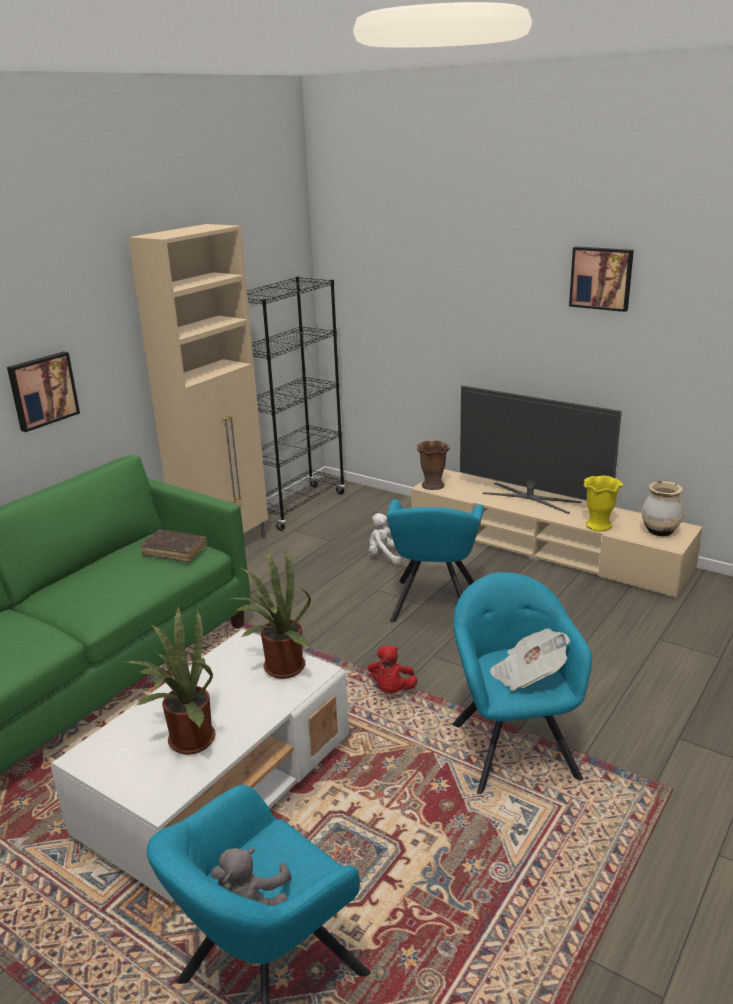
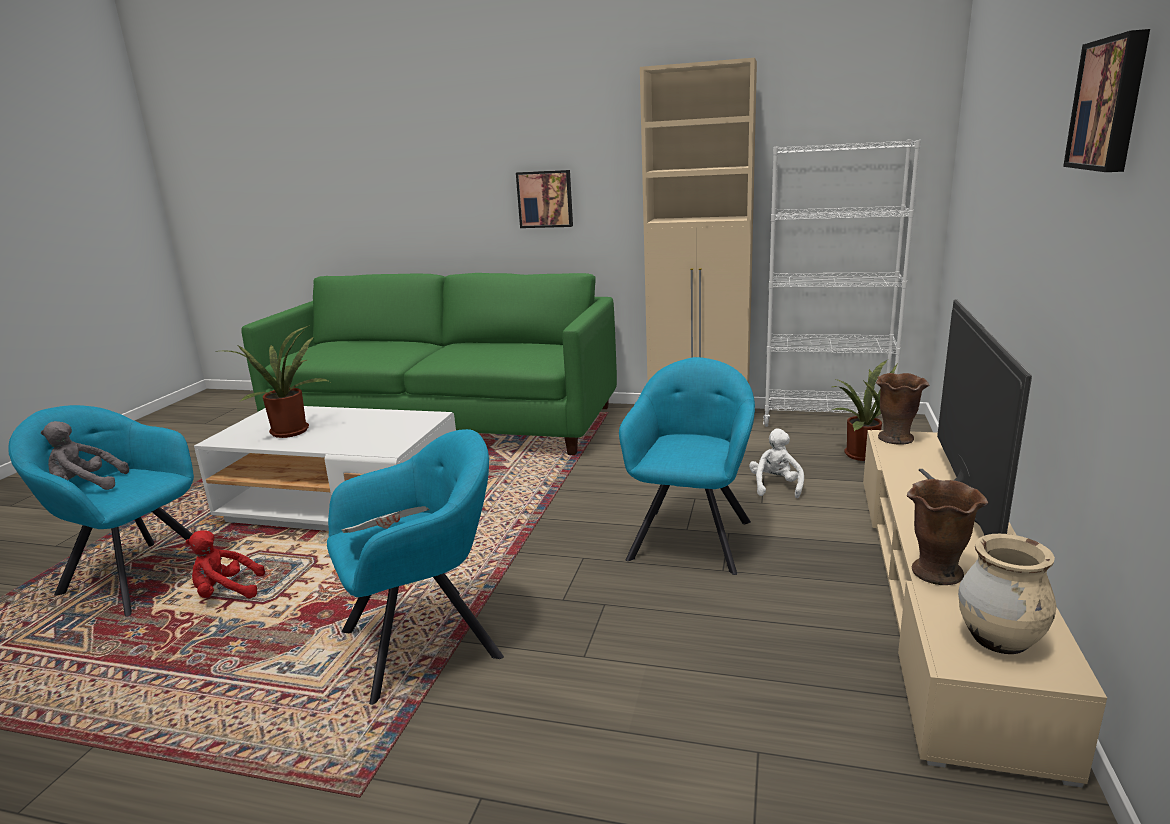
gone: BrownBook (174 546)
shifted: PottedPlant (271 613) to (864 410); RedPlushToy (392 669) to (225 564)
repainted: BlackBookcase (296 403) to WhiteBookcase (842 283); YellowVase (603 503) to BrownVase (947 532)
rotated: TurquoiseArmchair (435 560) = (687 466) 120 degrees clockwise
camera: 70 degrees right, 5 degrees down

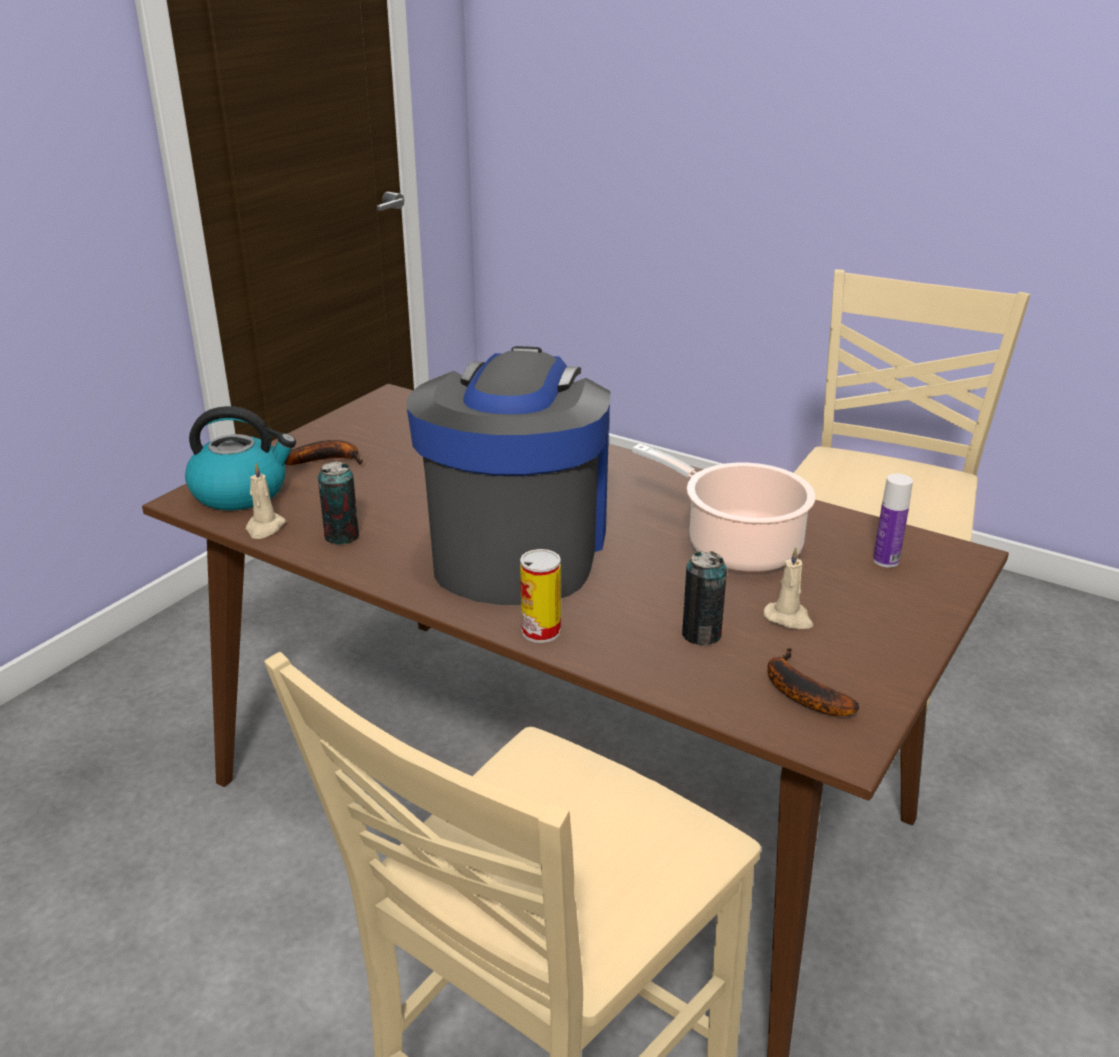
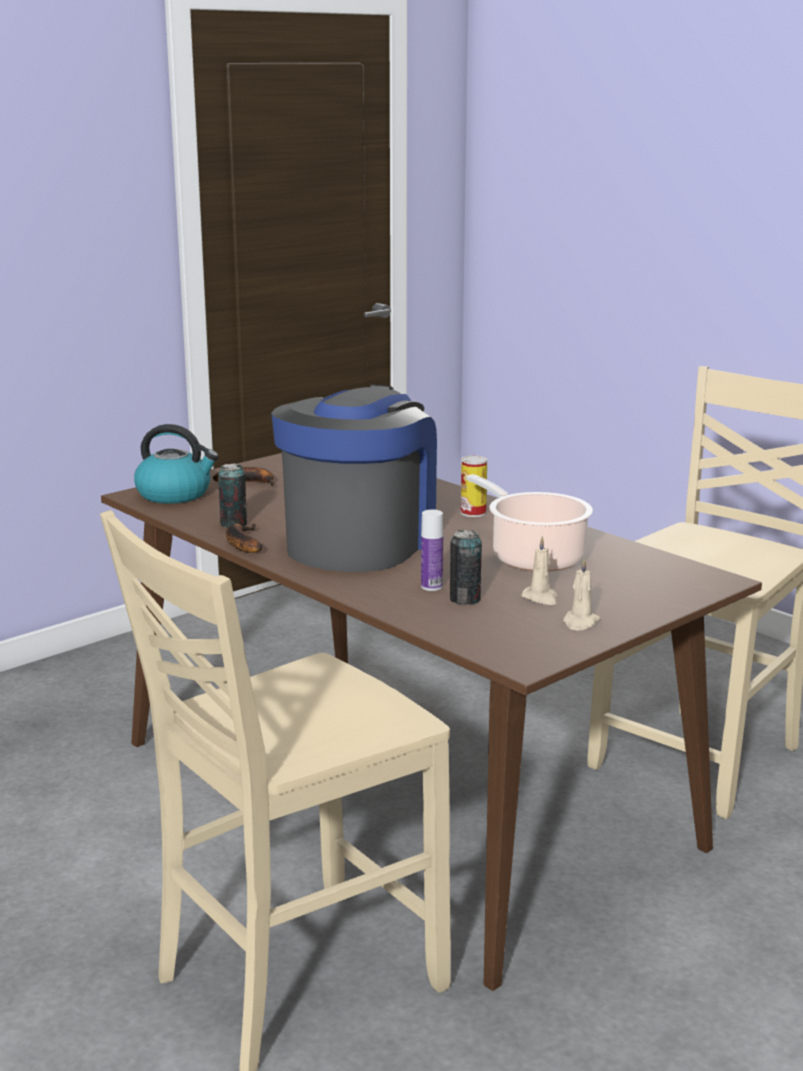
shifted: BeigeCandle (266 501) to (581 594); Can (540 596) to (474 486); Banana (813 682) to (244 538); Bottle (893 520) to (432 550)
camera: 15 degrees right, 10 degrees down

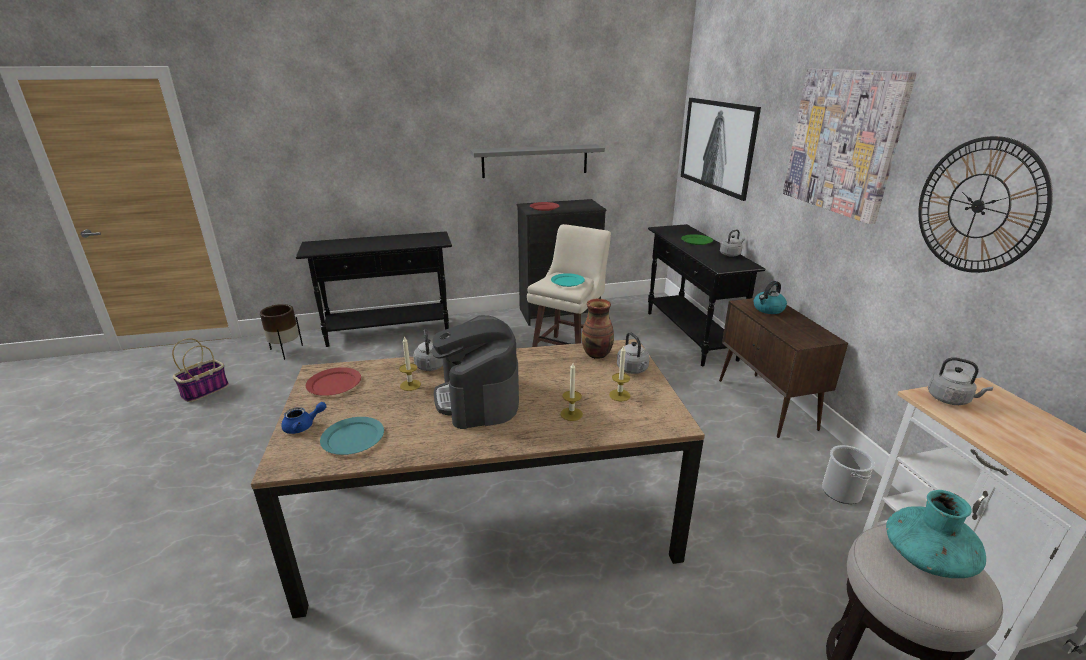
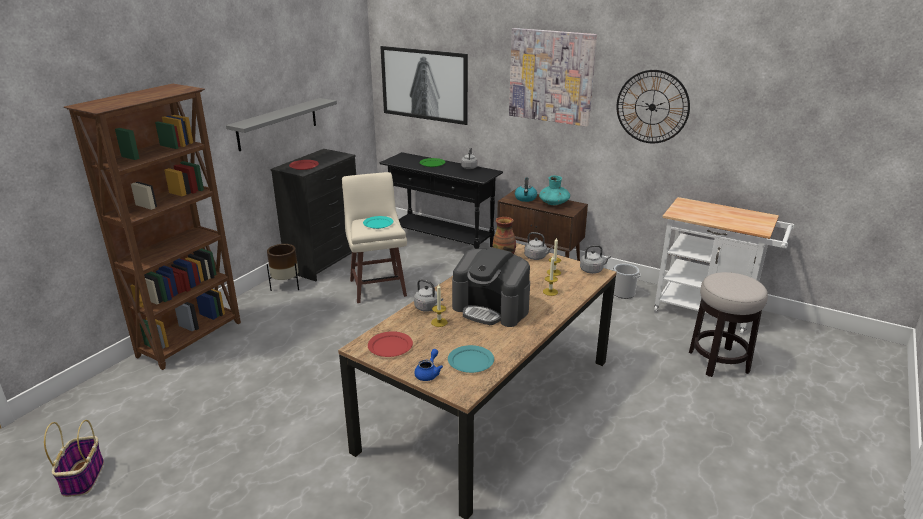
shifted: BrownPlanter (281 332) to (283 267); TurquoiseVase (936 534) to (554 190); GreyKettle (960 381) to (595 259)
swapped: BlackConsoleTable (374 289) to BrownBookcase (152 227)
camera: 45 degrees left, 0 degrees up

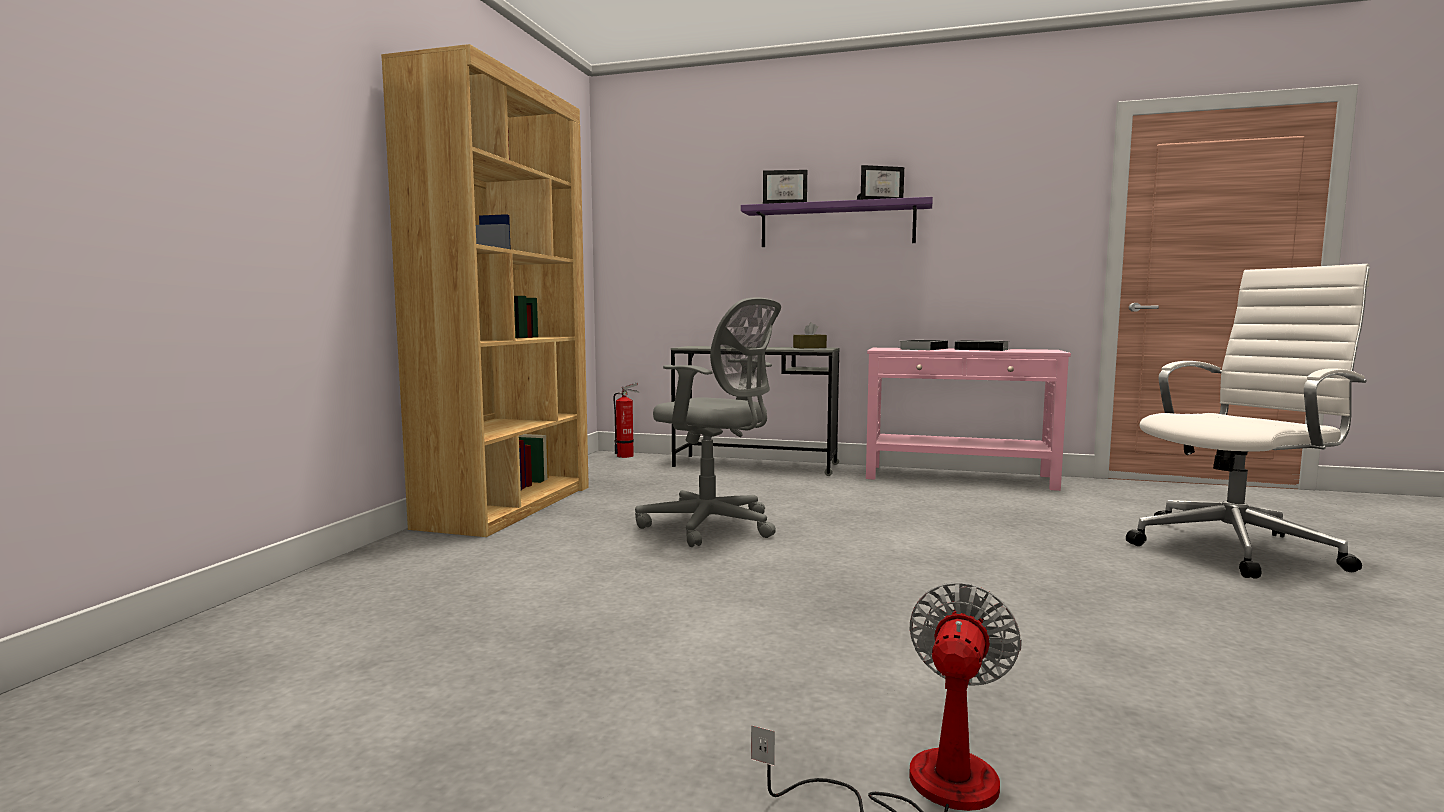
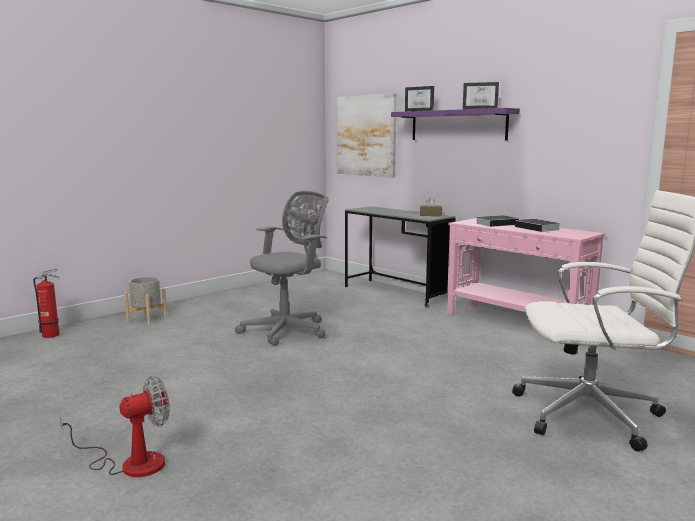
gone: BrownBookcase (485 290)
new: GreyPlanter (145 301); Picture (367 135)
shifted: FireExtinguisher (626 420) to (47 303)
rotated: GreyOfficeChair (708 422) = (282 268) 105 degrees counterclockwise
camera: 30 degrees right, 5 degrees up

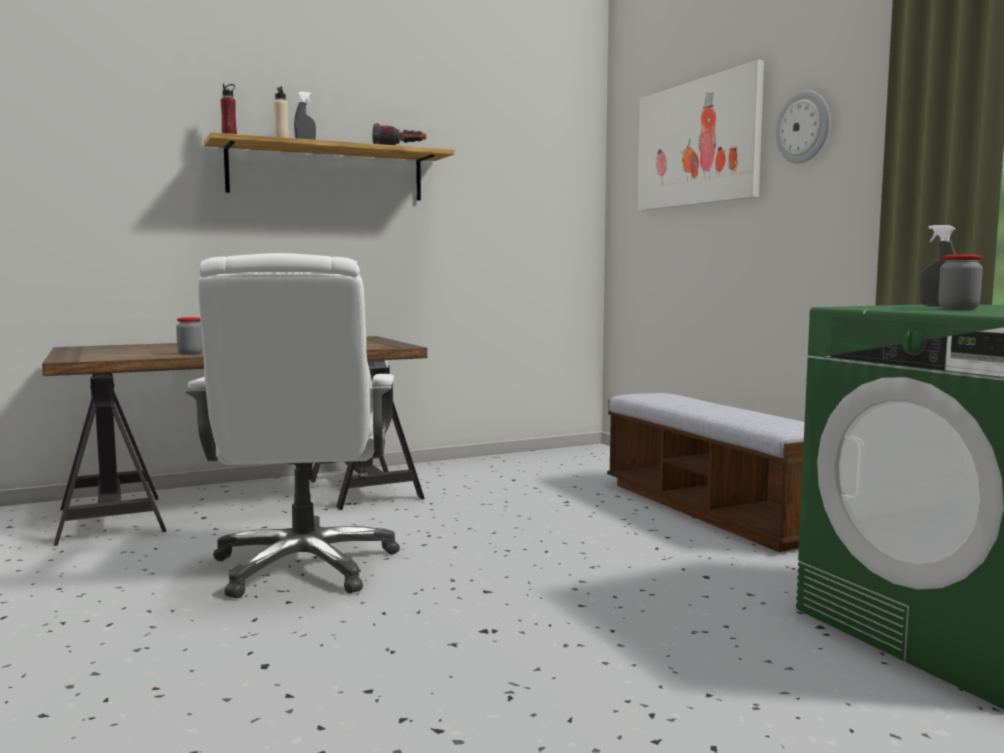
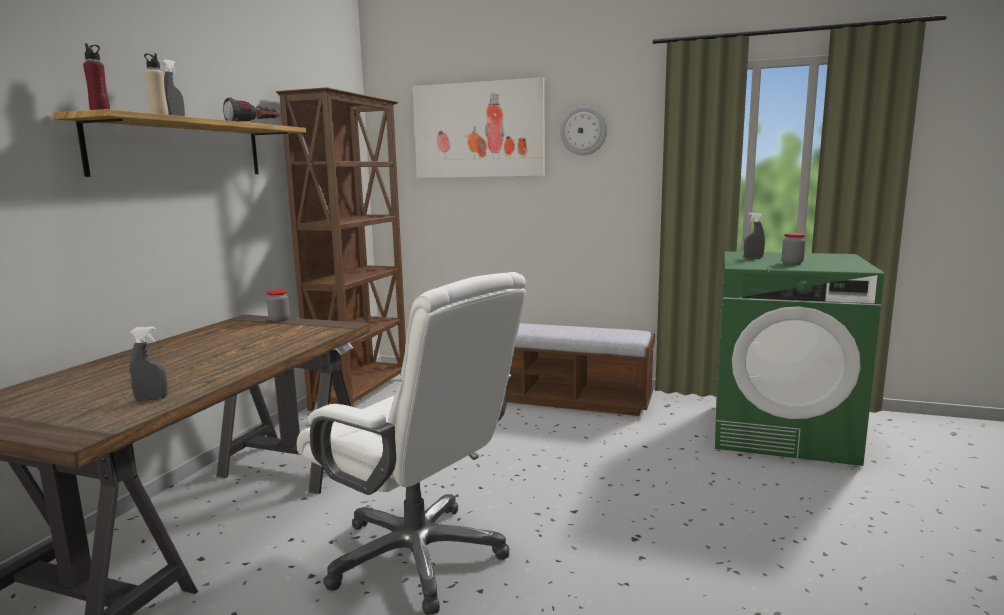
new: GreySprayBottle (148 363); BrownBookcase (341 249)
shifted: Jar (189 336) to (278 306)
camera: 45 degrees left, 5 degrees up

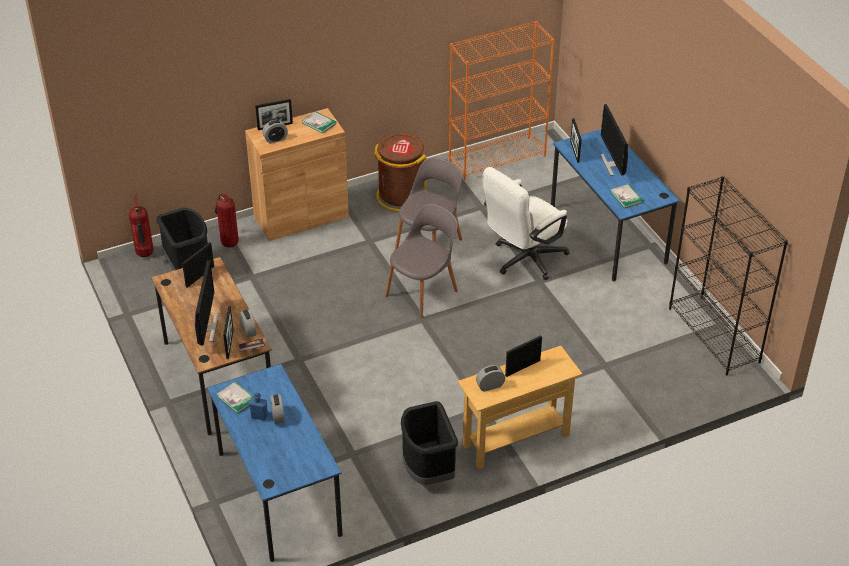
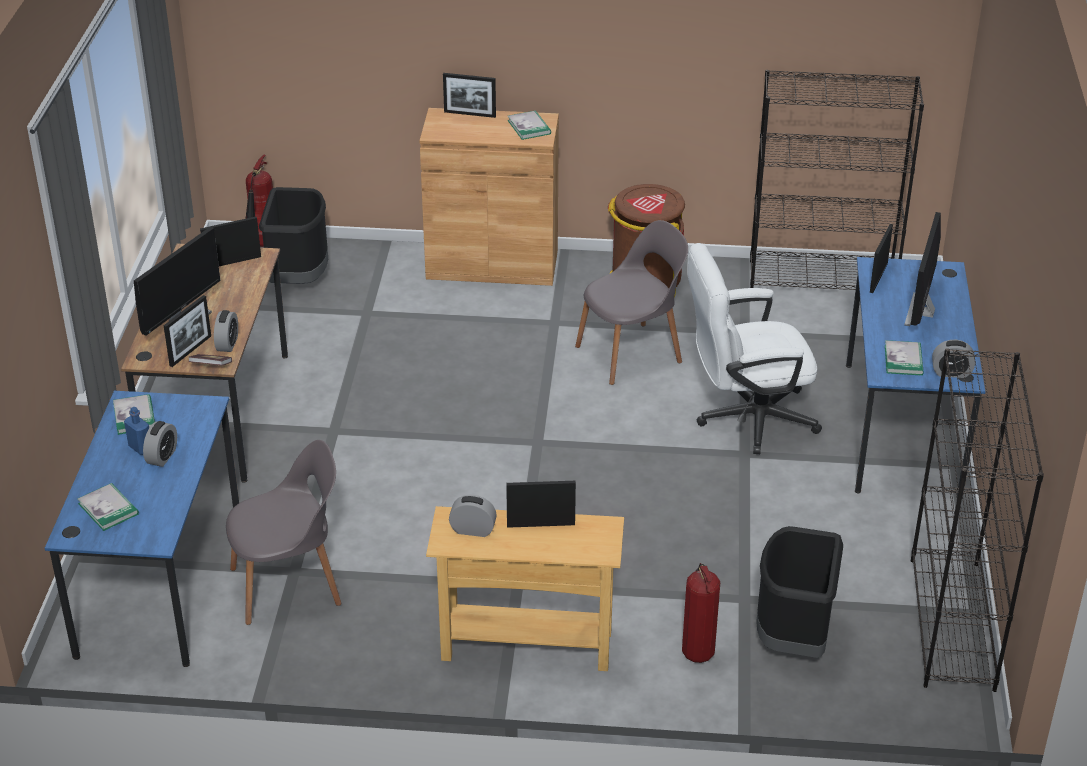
new: Book (108 507)
shifted: FireExtinguisher (227 220) to (701 613); AlarmClock (275 132) to (953 359); GreyChair (421 261) to (283 532); BlackTrashCan (429 443) to (799 592)
repainted: OrangeBookcase (501 100) to BlackBookcase (837 180)
camera: 30 degrees right, 5 degrees down

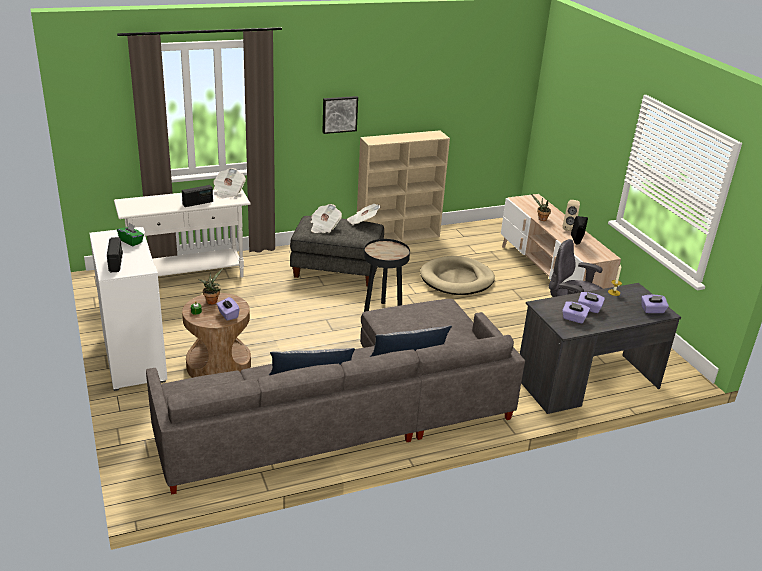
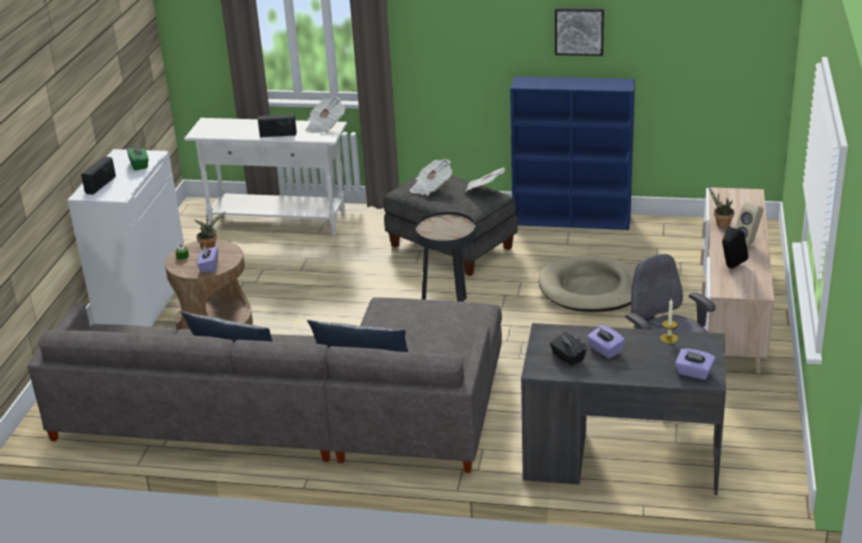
shifted: Picture (340 115) to (579 32)
repainted: BeigeBookcase (403 186) to BlueBookcase (572 153); PurpleTissueBox (576 312) to BlackTissueBox (568 349)
camera: 35 degrees right, 0 degrees up

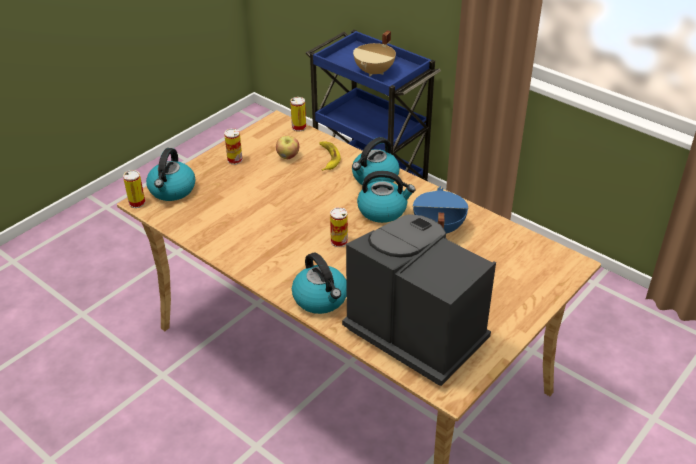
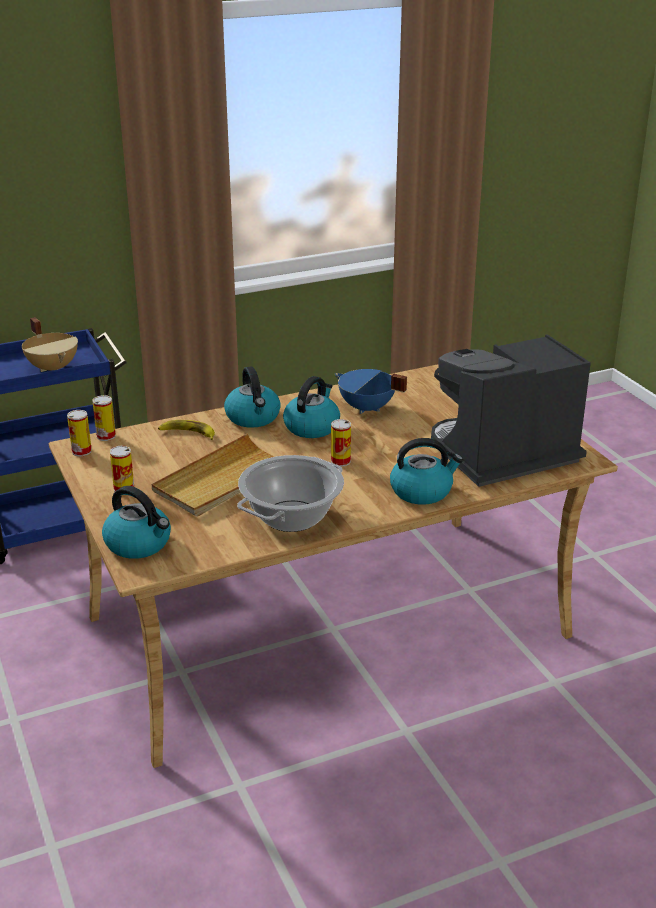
gone: Apple (287 147)
new: BeigeTray (213 475); CookingPot (290 493)
shifted: Can (134 189) to (79 433)
camera: 65 degrees left, 10 degrees down

